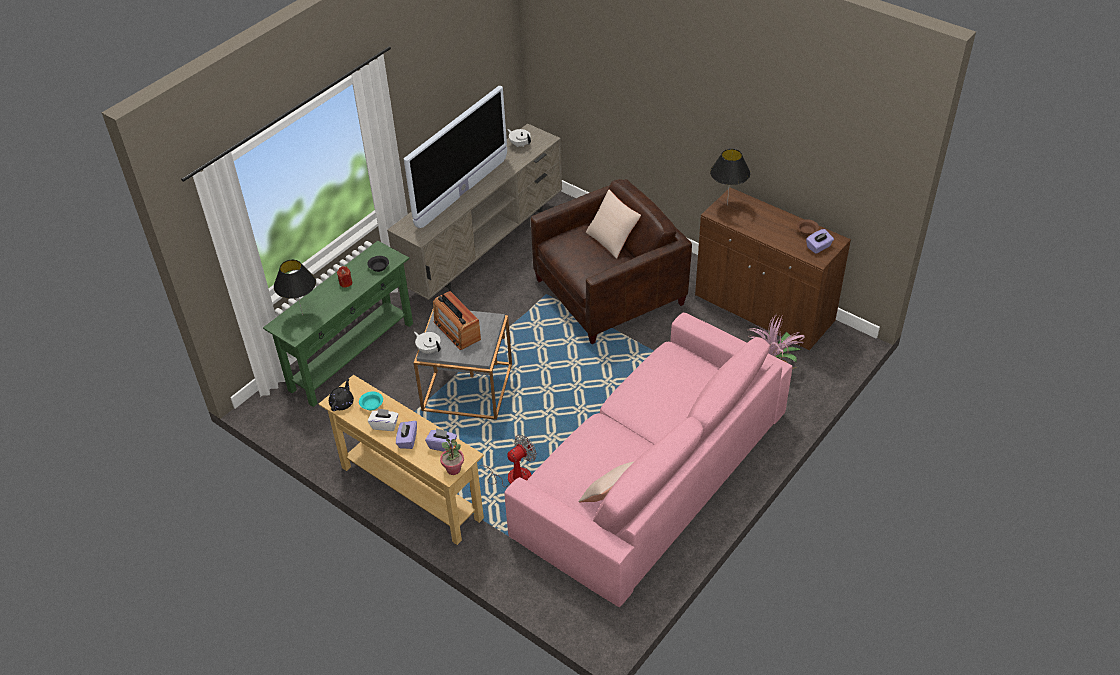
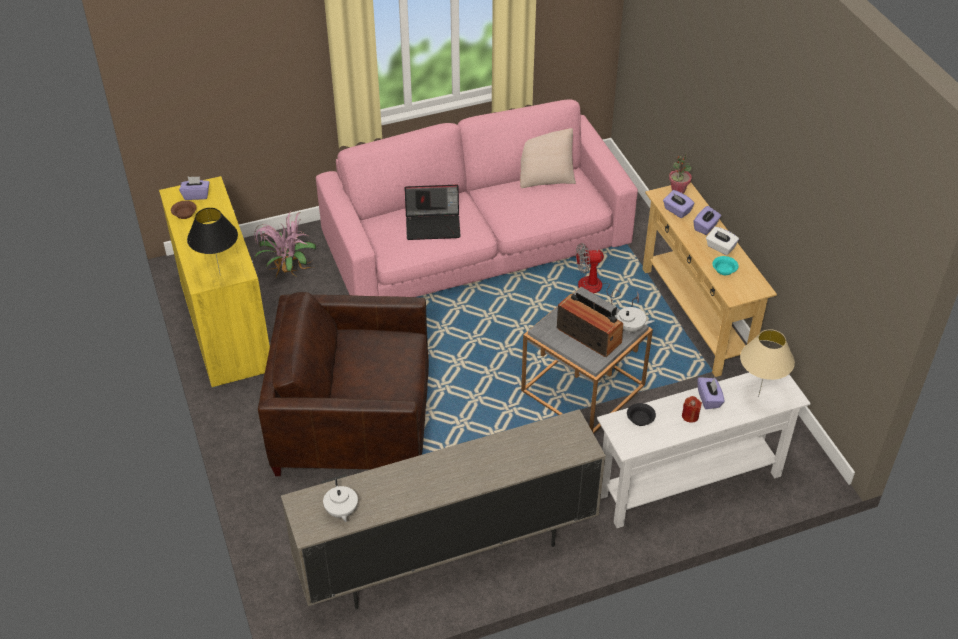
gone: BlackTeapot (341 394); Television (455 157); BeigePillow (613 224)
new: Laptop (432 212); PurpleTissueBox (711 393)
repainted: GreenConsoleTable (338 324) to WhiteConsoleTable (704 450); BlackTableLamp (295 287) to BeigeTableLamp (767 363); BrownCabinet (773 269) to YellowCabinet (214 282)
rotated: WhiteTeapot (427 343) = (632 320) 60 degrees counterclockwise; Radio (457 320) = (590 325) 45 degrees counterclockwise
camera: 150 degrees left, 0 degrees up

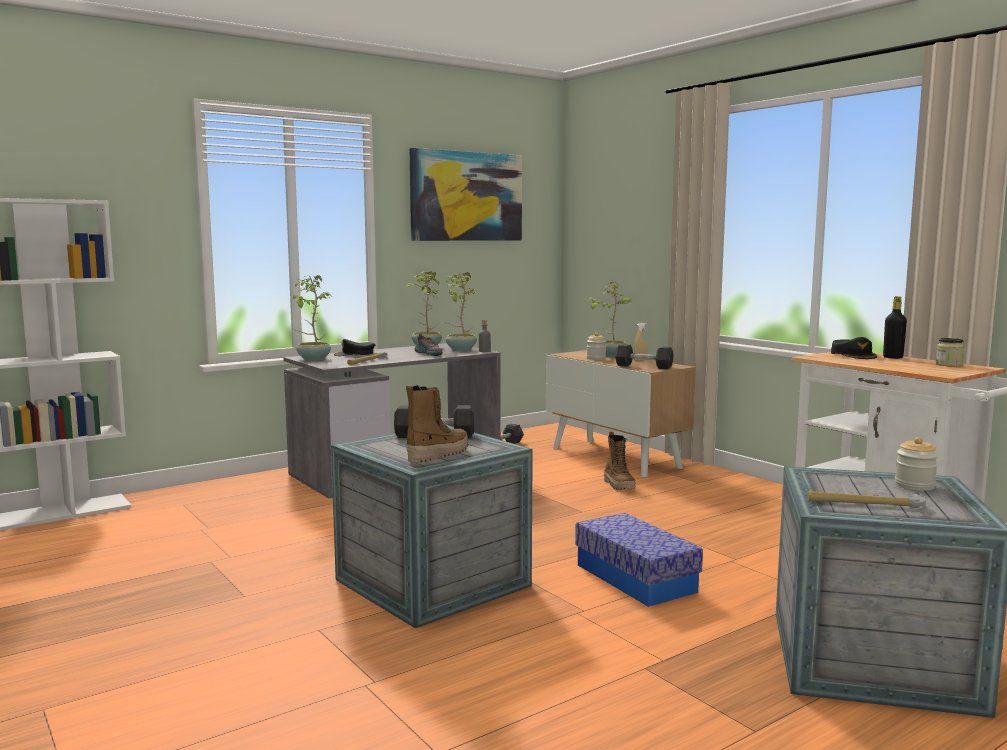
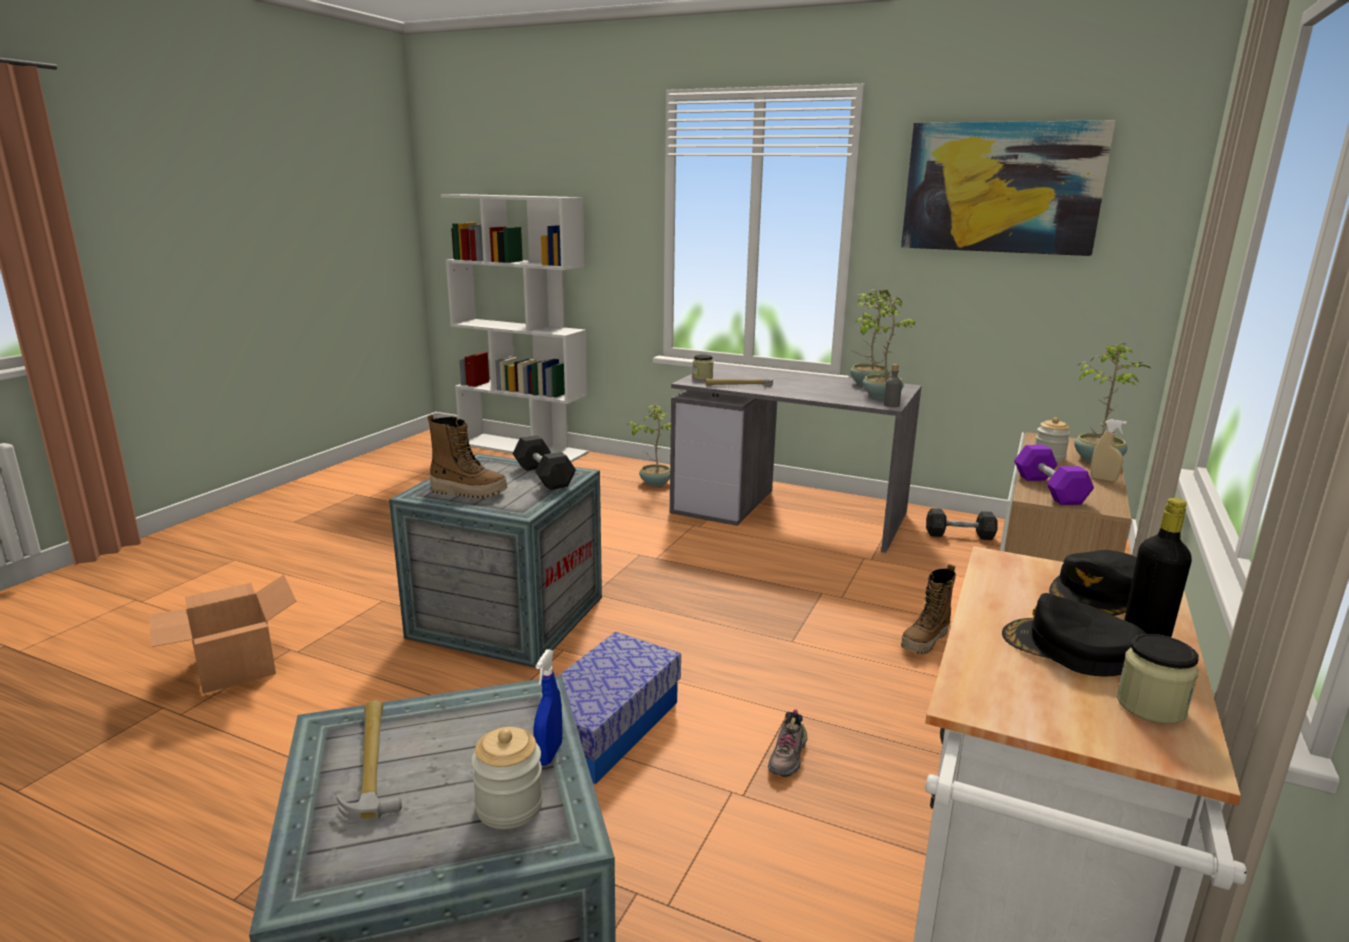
new: CardboardBox (222 634); BlueSprayBottle (548 707); Jar (702 367)
shifted: PottedPlant (312 318) to (649 446); BlackCap (355 347) to (1074 635); Shoe (429 345) to (787 743)
repainted: GreyDumbbell (644 356) to PurpleDumbbell (1054 475)
camera: 60 degrees right, 10 degrees up

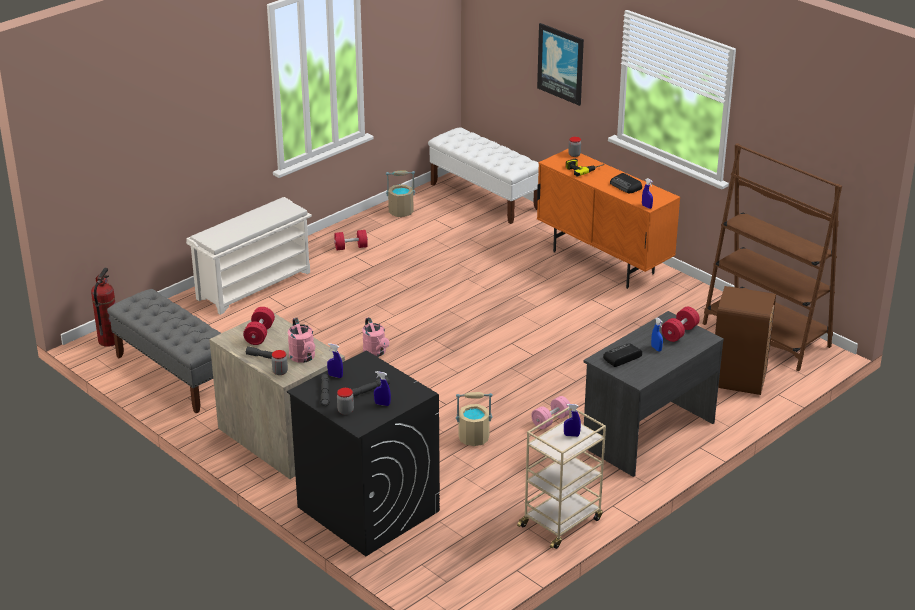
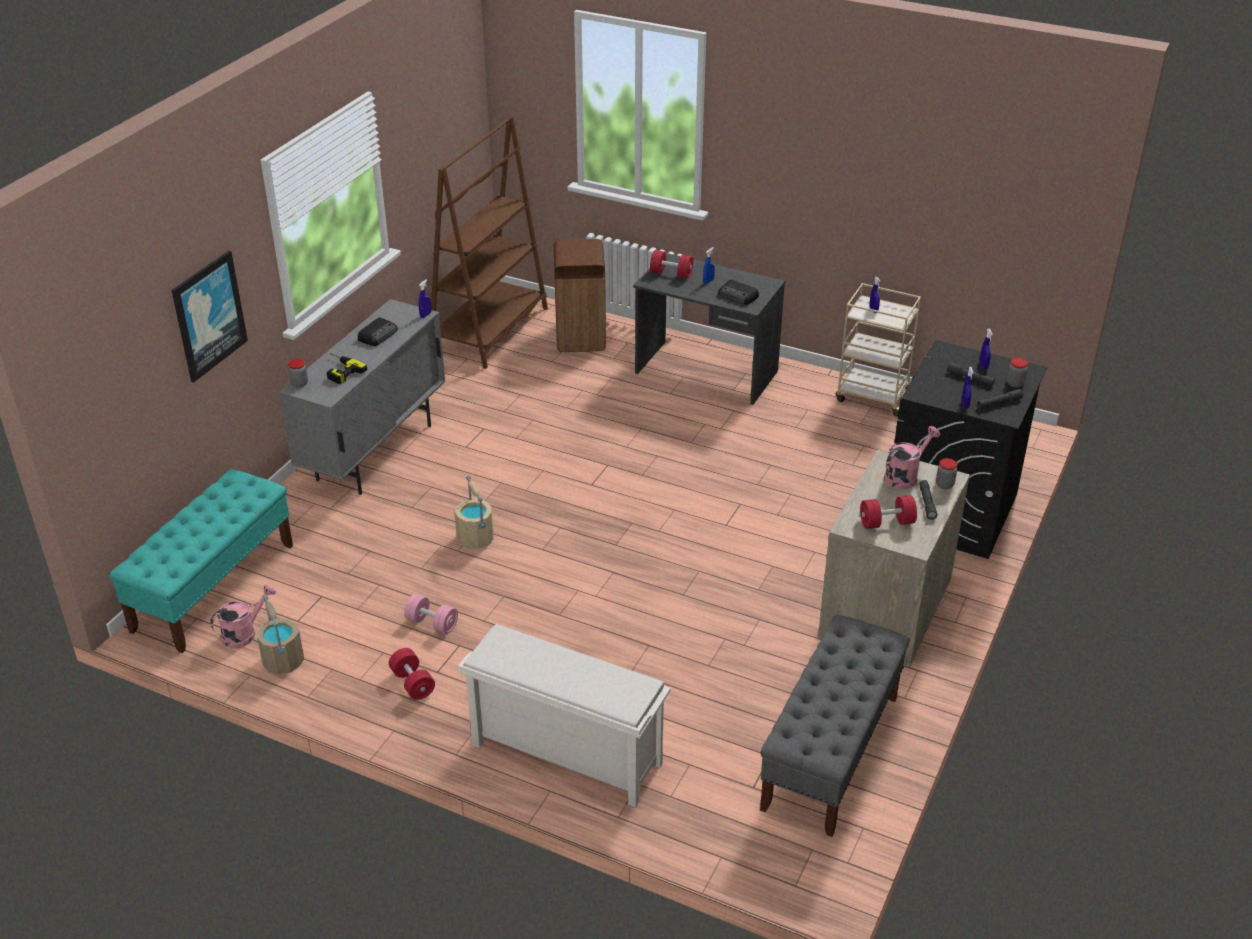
gone: FireExtinguisher (103 307)
shifted: PinkWateringCan (375 337) to (243 616); BeigeBucket (474 419) to (473 512); PinkDumbbell (550 412) to (431 614)
repainted: WhiteBench (483 175) to TurquoiseBench (201 561); OrangeCabinet (608 218) to GreyCabinet (362 397)
camera: 110 degrees left, 5 degrees up

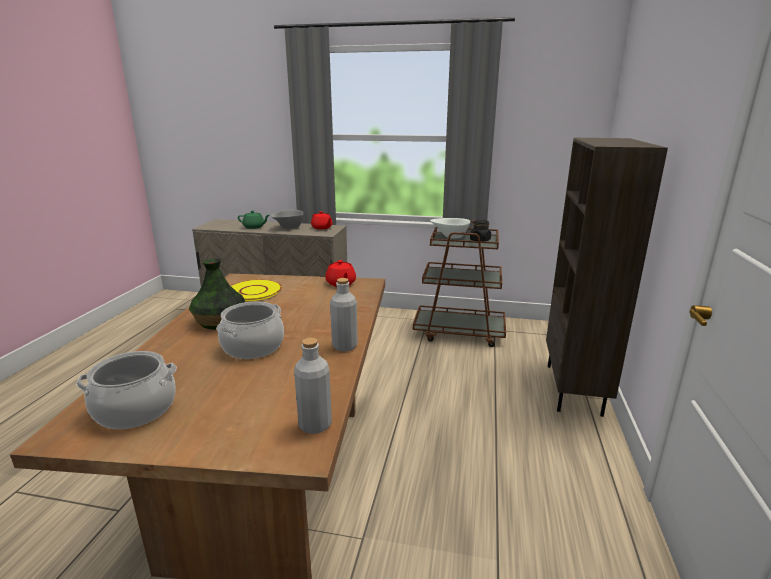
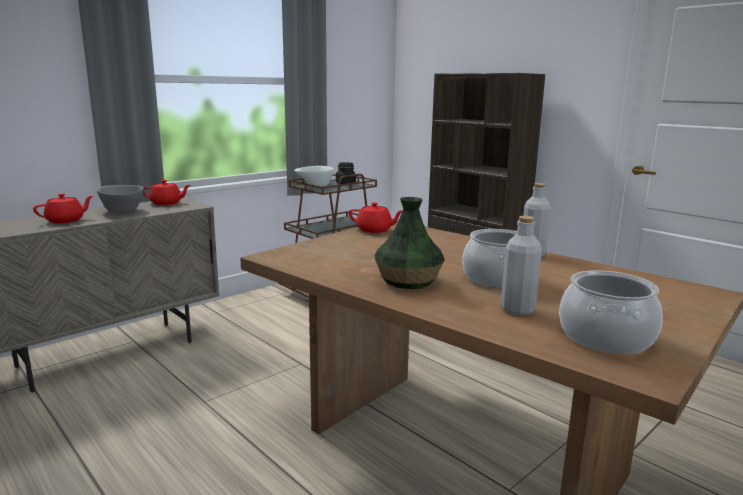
gone: YellowPlate (256 290)
shifted: GreyBottle (313 386) to (521 266)
repainted: GreenTeapot (253 220) to RedTeapot (63 208)
camera: 55 degrees left, 5 degrees down

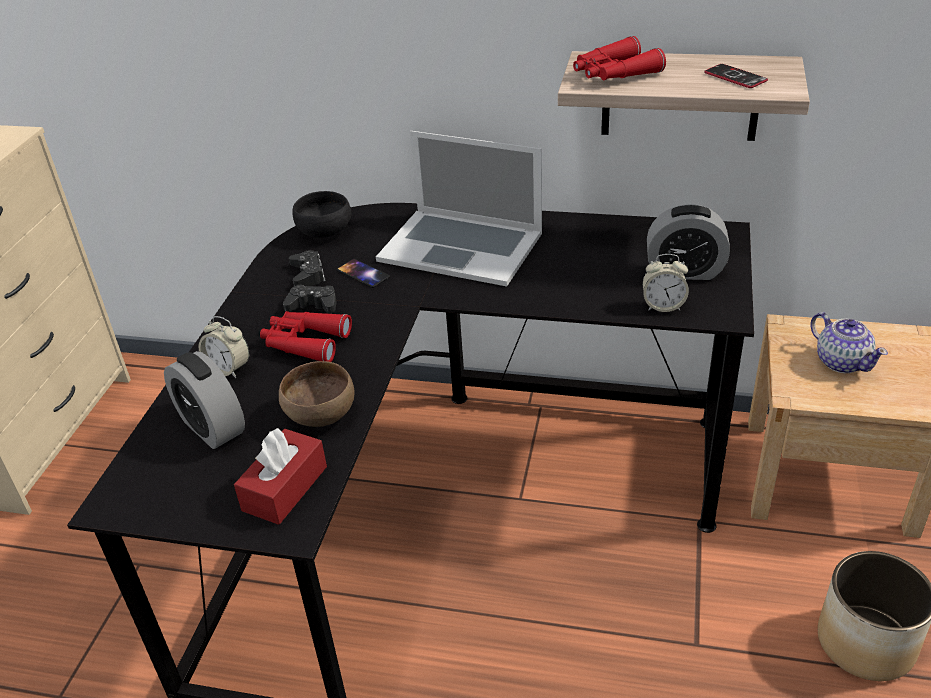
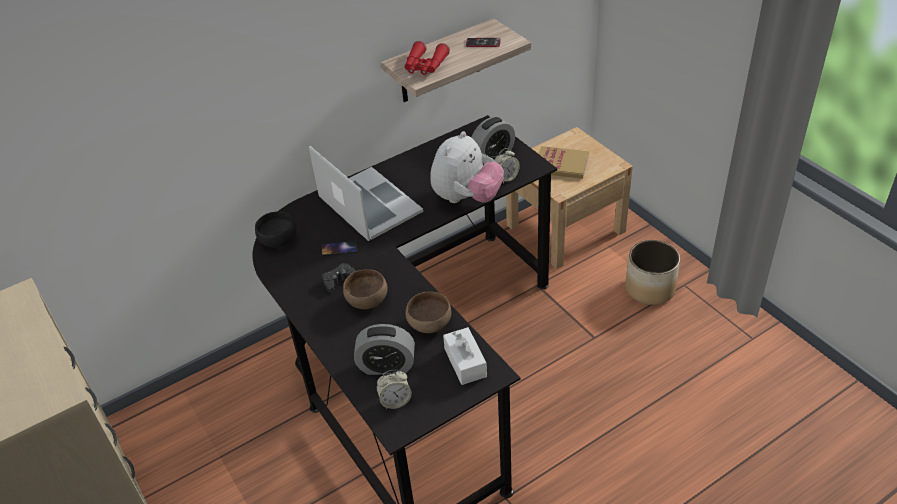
gone: BlackGameController (307 268)
new: PlushToy (467 167)
shifted: AlarmClock (224 347) to (394 389)
swapped: RedBinoculars (306 336) to BrownBowl (365 289); Teapot (849 342) to Book (564 162)
repainted: RedTissueBox (280 476) to WhiteTissueBox (465 356)
rotated: Laptop (459 209) = (366 193) 105 degrees counterclockwise
camera: 45 degrees left, 5 degrees up

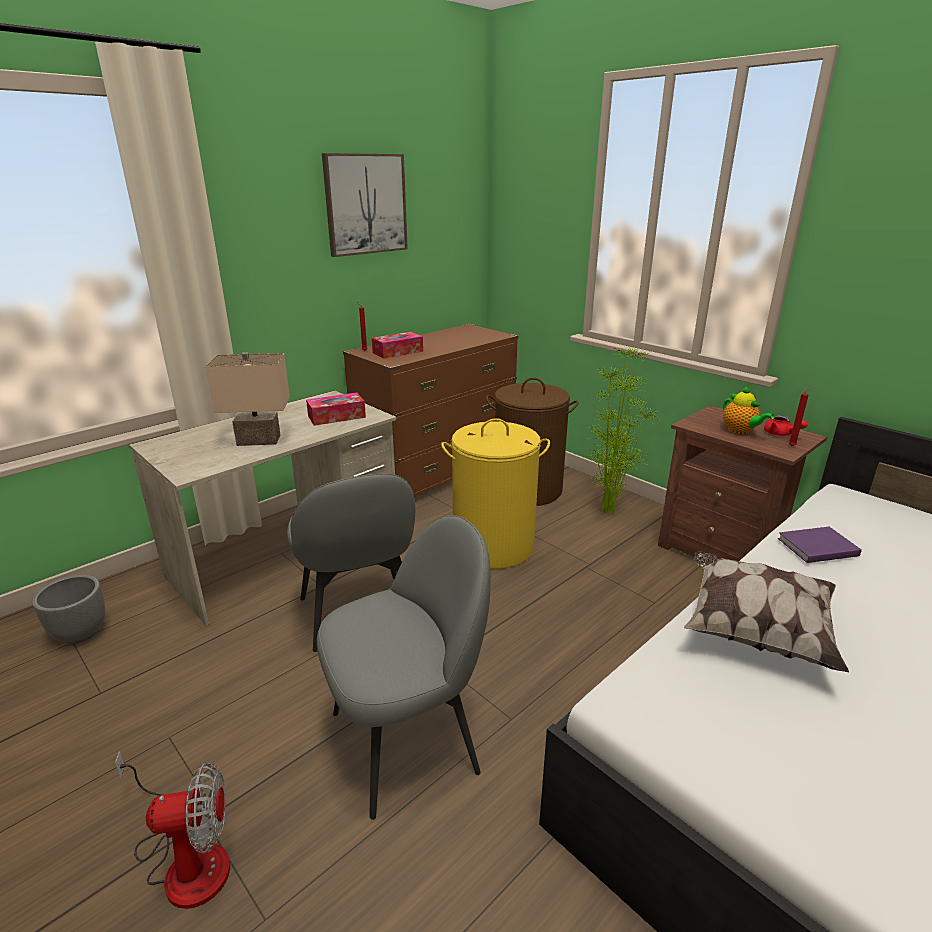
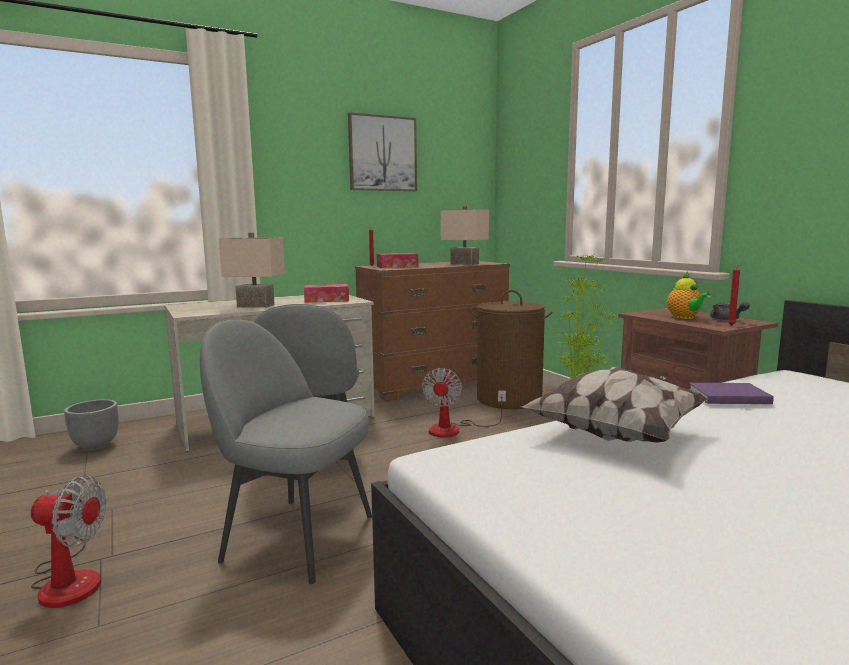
new: BeigeTableLamp (465 235)
swapped: YellowLaundryBasket (495 493) to Fan (464 403)
repainted: RedTeapot (786 425) to GreyTeapot (730 311)
rotated: GreyChair (404 667) = (286 451) 150 degrees counterclockwise
camera: 15 degrees right, 15 degrees down

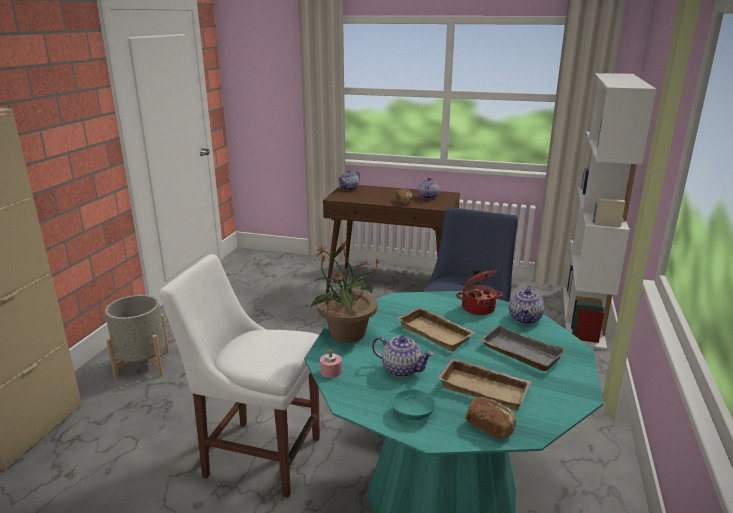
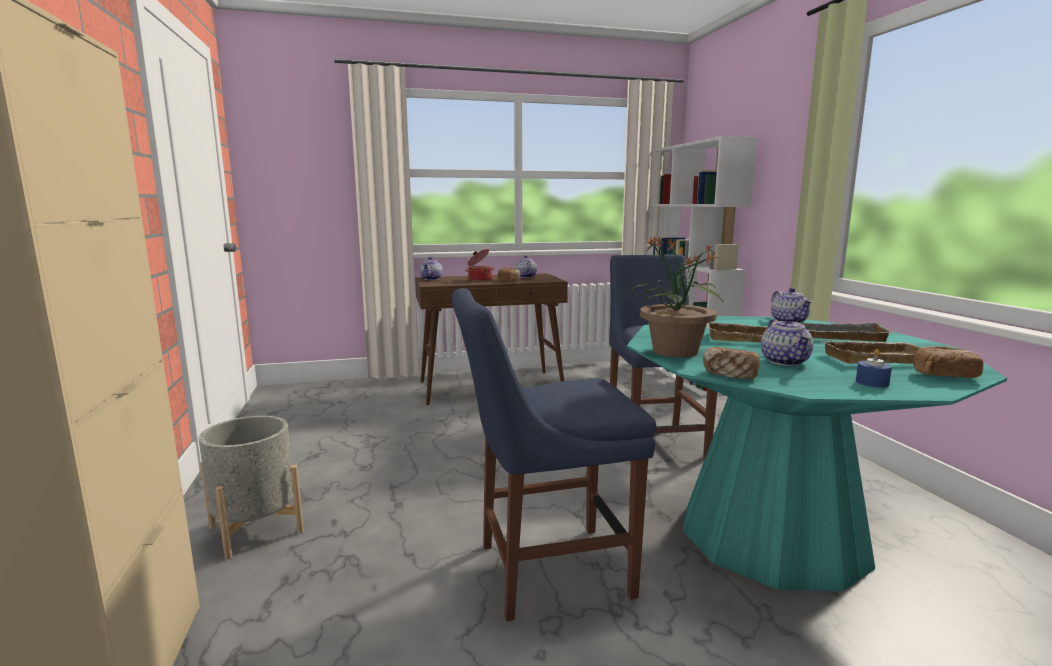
shifted: CookingPot (479 292) to (480 265)
swapped: PinkCandle (331 363) to Bread (731 363); TurquoiseBowl (413 404) to BlueCandle (874 368)
repainted: WhiteChair (239 376) to BlueChair (554 454)
rotated: Teapot (403 356) = (787 341) 90 degrees clockwise
camera: 30 degrees left, 10 degrees down

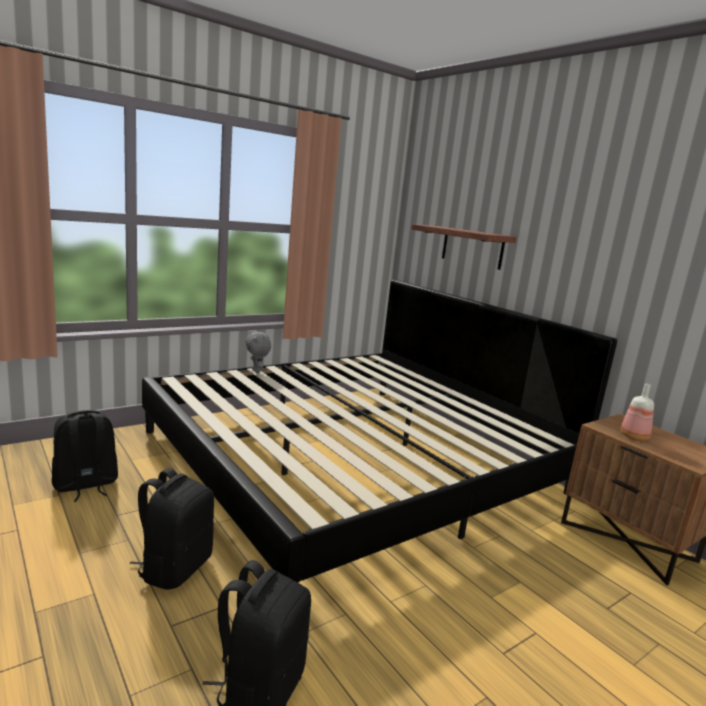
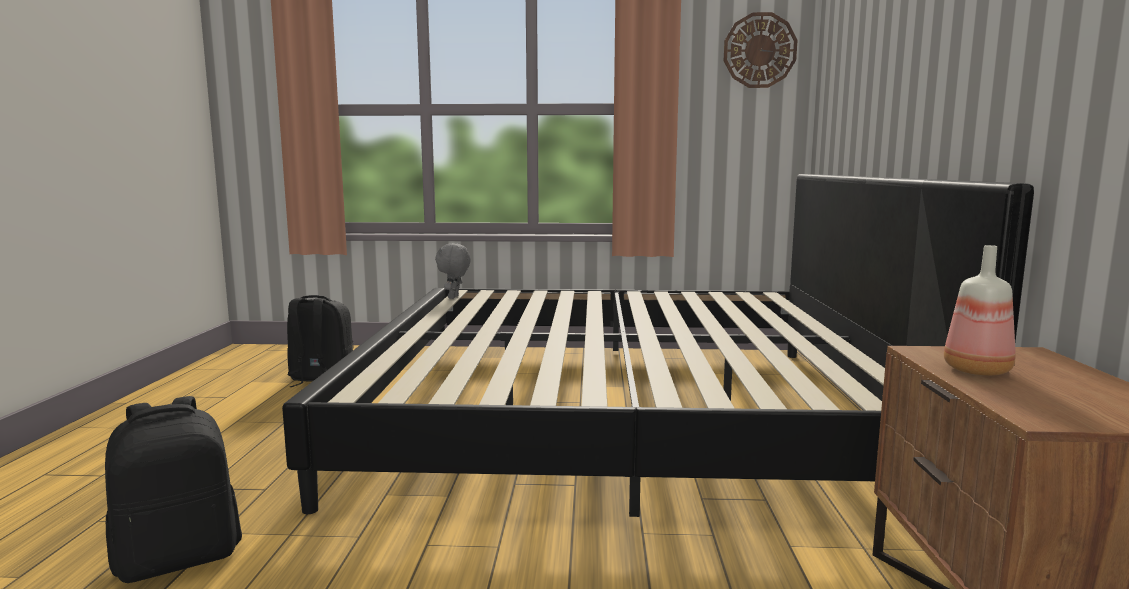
gone: BlackBackpack (172 528); Shelf (464 247)
new: WallClock (760 50)
shifted: GreyPlushToy (258 352) to (453 271)
camera: 40 degrees right, 5 degrees down

